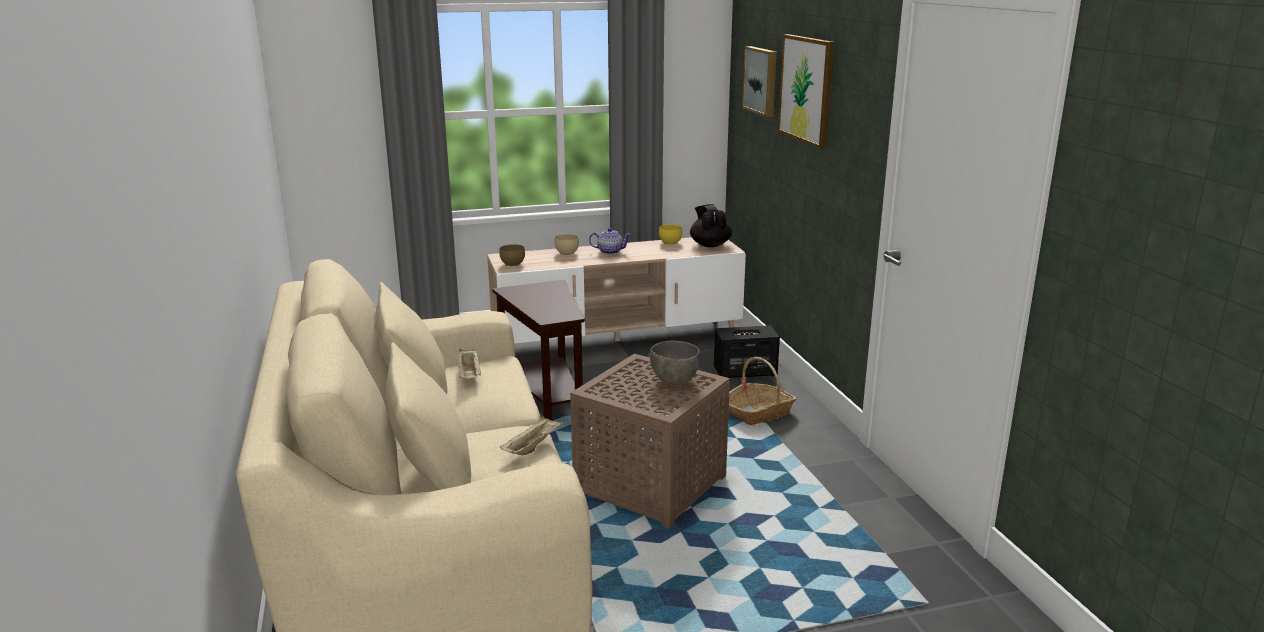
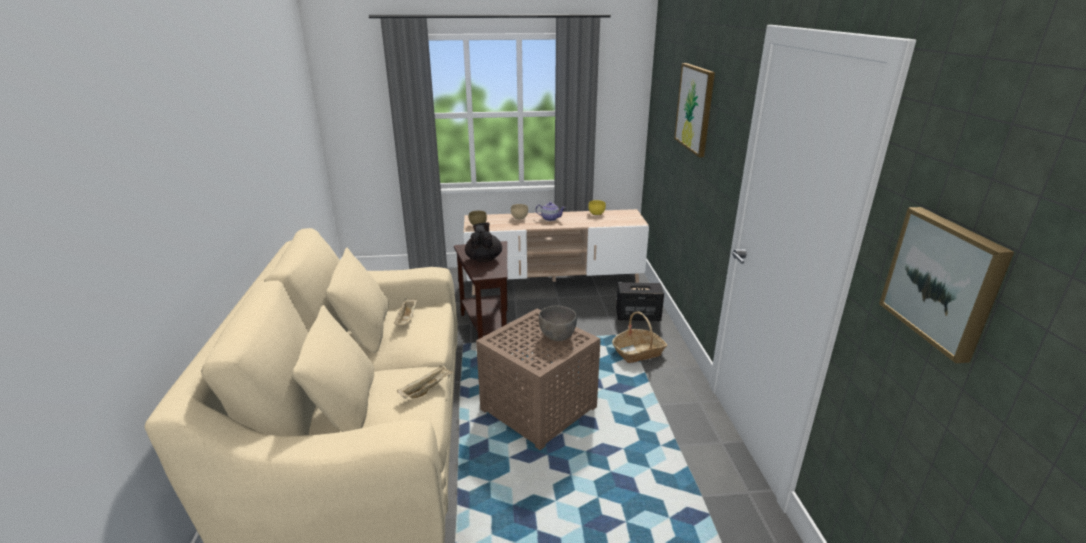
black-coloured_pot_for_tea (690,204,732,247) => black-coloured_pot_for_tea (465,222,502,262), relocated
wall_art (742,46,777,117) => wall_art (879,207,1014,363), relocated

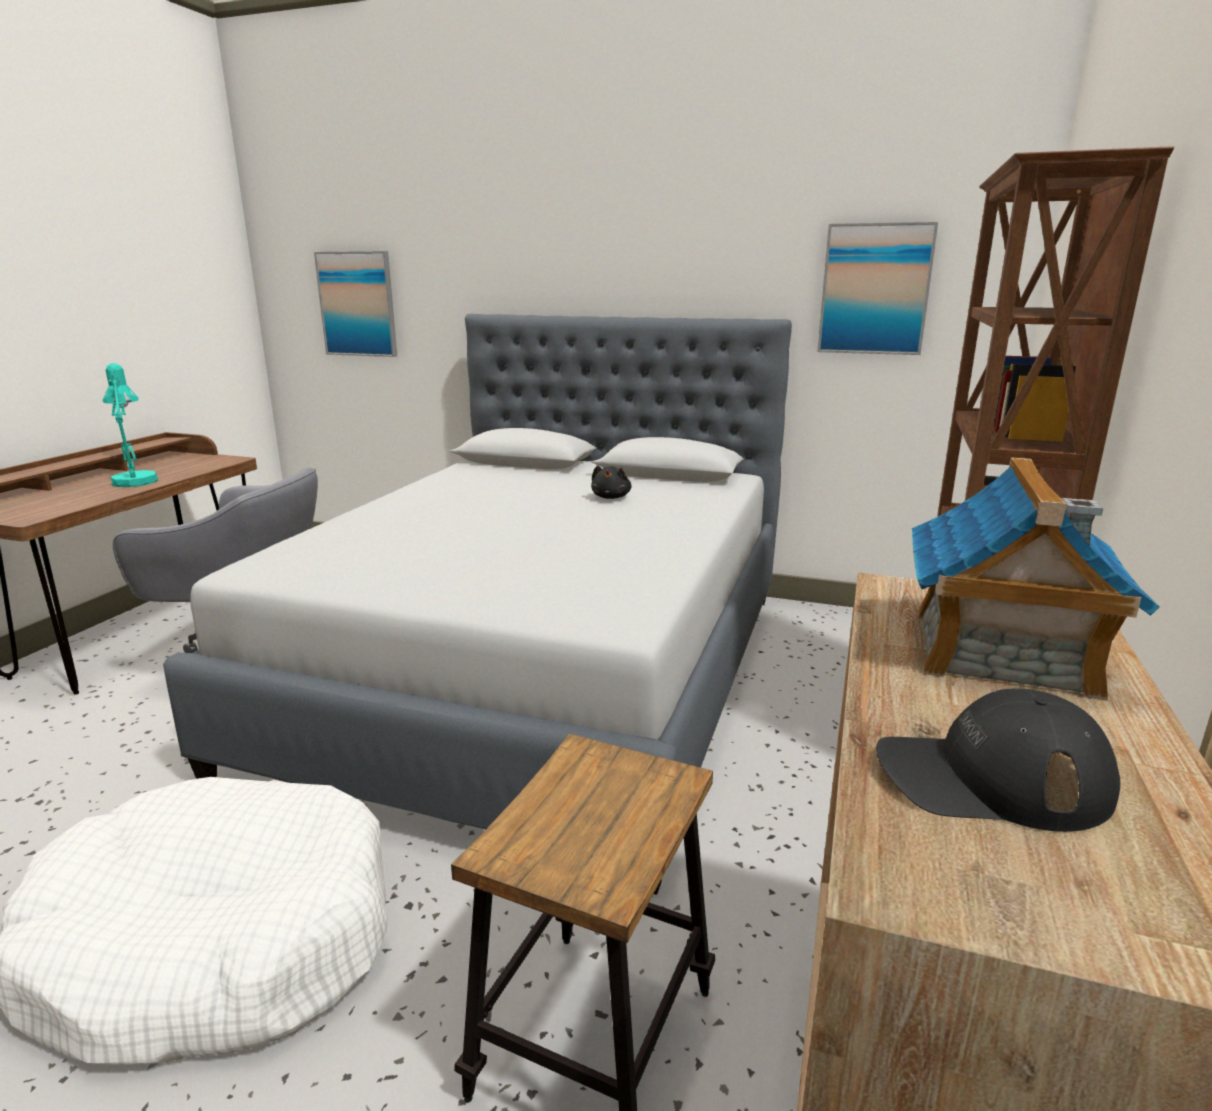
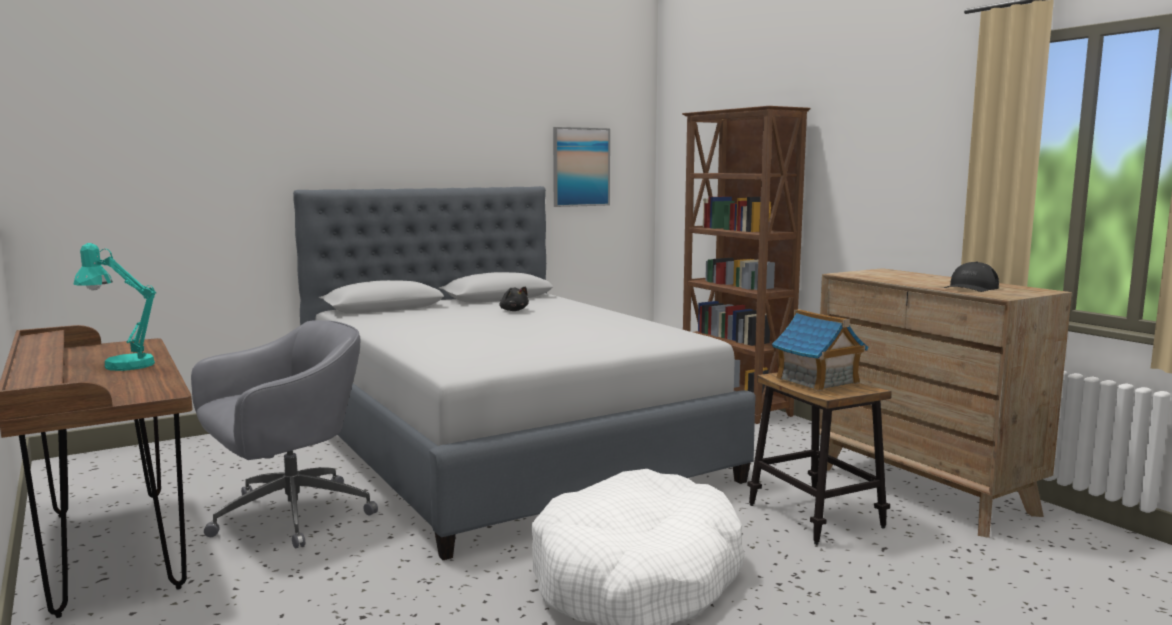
toy_house (912,457,1160,701) => toy_house (772,309,869,391), relocated
wall_art (314,251,397,357) => nothing

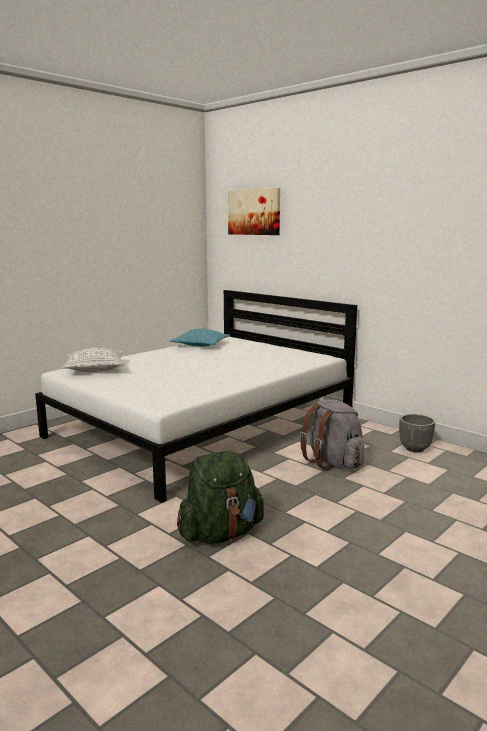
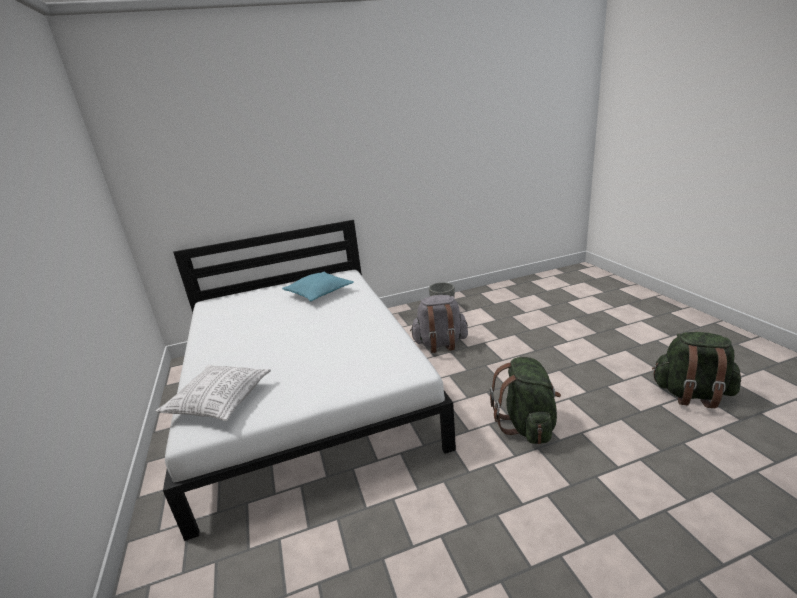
turquoise_pillow (170,328,230,347) => turquoise_pillow (282,271,354,301), relocated
nothing => greenish_knapsack (652,332,741,408)
wall_art (228,188,280,235) => nothing

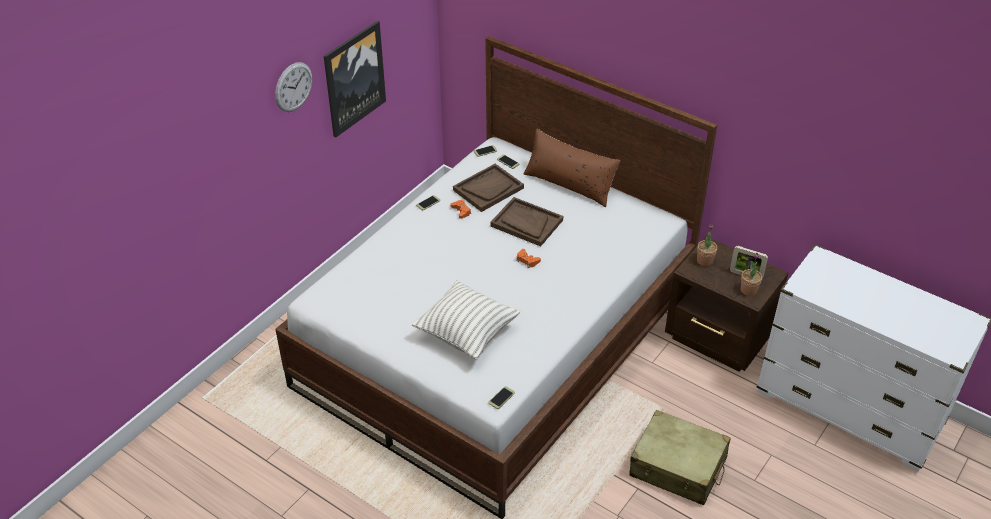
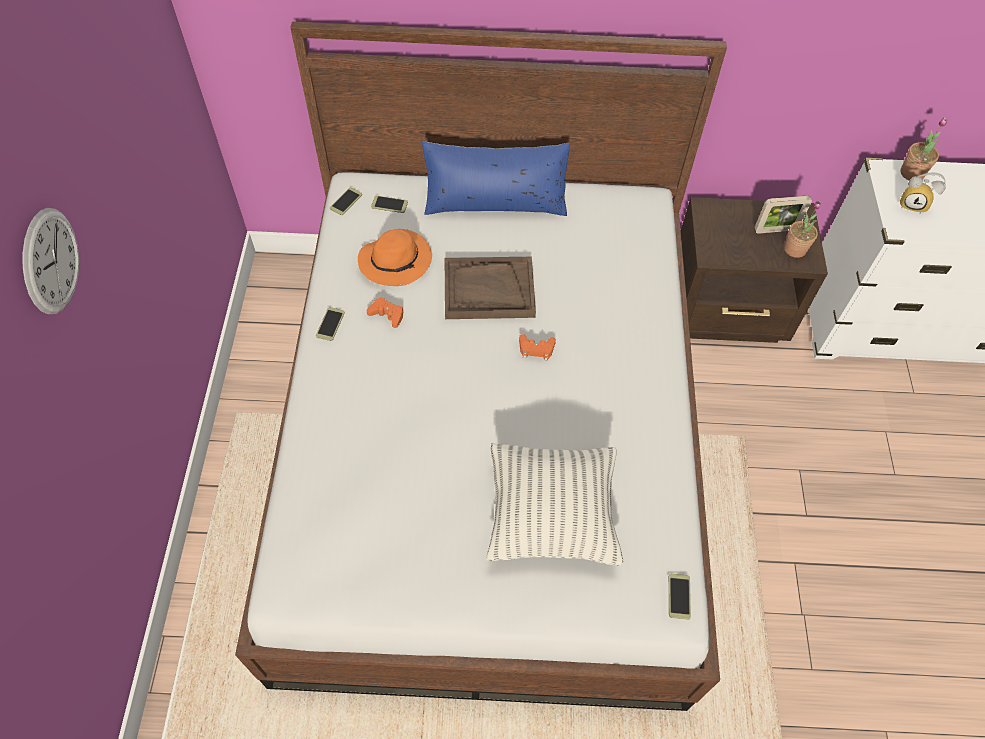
brownish_tray (453,164,524,212) => orange-coloured_clothing_hat (358,229,432,286)
brownish_pillow (524,129,620,207) => blue-coloured_pillow (422,141,570,216)
potted_plant (697,223,717,266) => potted_plant (900,117,947,181), relocated
nothing => alarm_clock (900,173,946,213)
wall_art (324,21,386,138) => nothing
beige-coloured_piece_of_luggage (630,410,730,505) => nothing

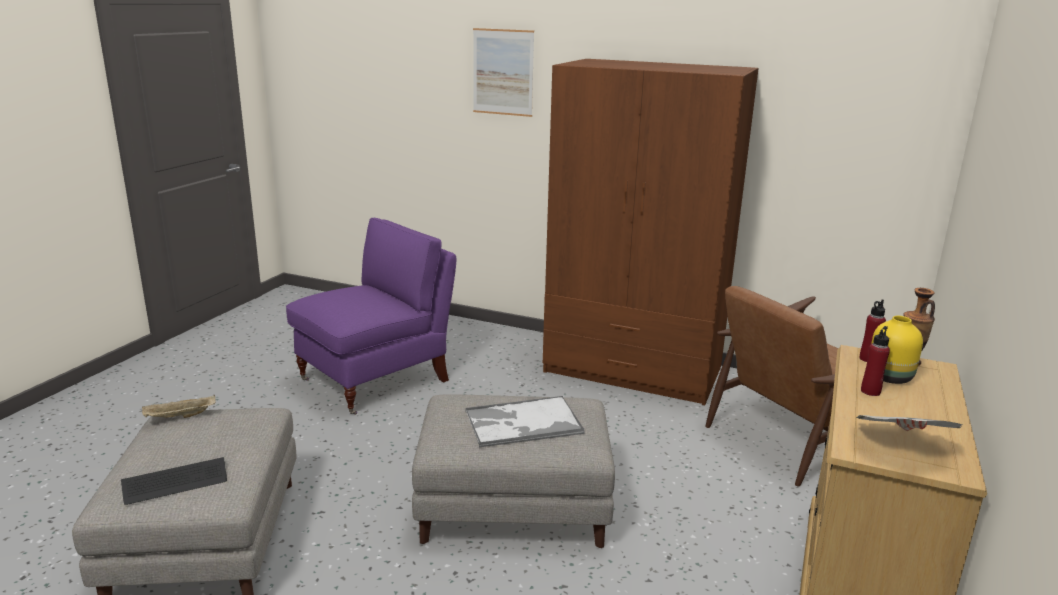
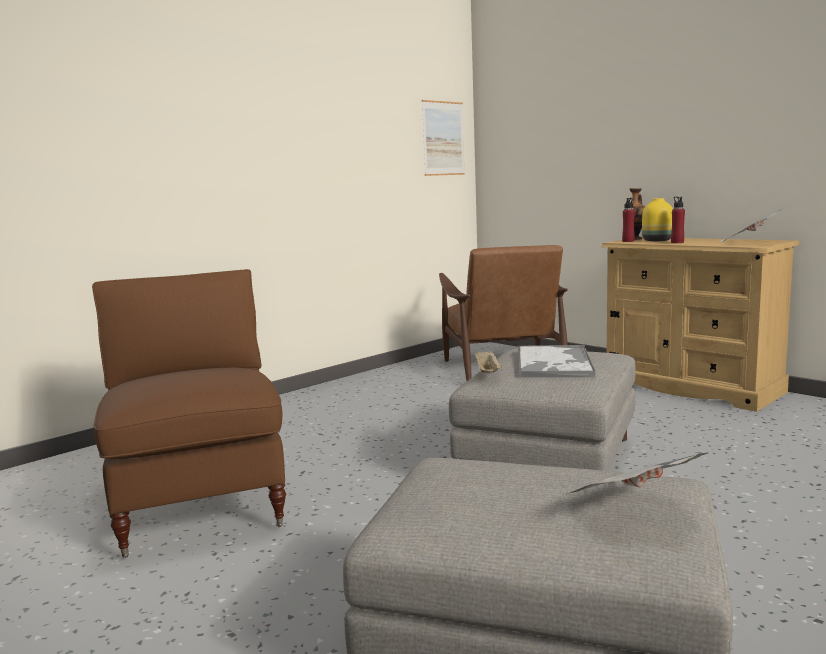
purplish_easy_chair (286,218,456,415) => brownish_easy_chair (92,269,286,558)
wall_art (473,28,534,117) => wall_art (422,100,465,176), relocated
beige-coloured_tray (142,394,216,418) => beige-coloured_tray (475,350,502,373), relocated
PC_keyboard (121,457,227,505) => printed_paper (563,453,708,495)
brownish_wardrobe (543,59,759,405) => nothing

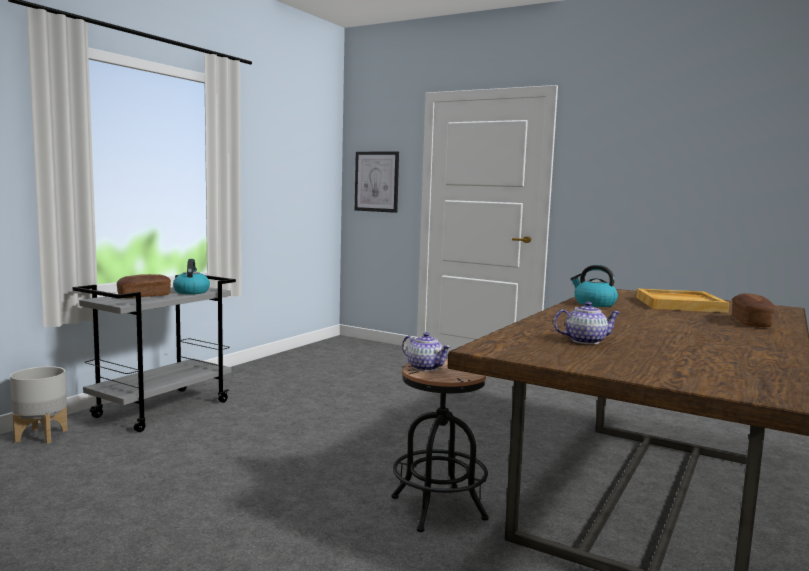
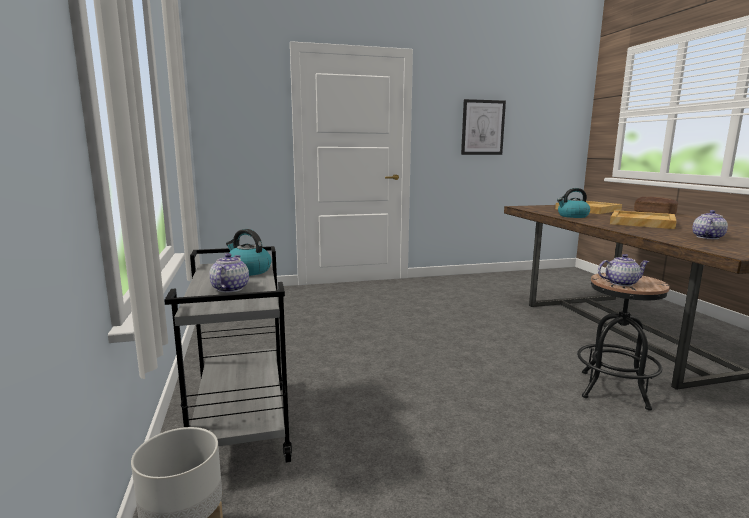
baked_bread (117,274,171,298) => pot_for_tea (209,253,249,292)
wall_art (355,151,399,213) => wall_art (461,99,506,155), relocated
nothing => beige-coloured_tray (610,210,676,229)

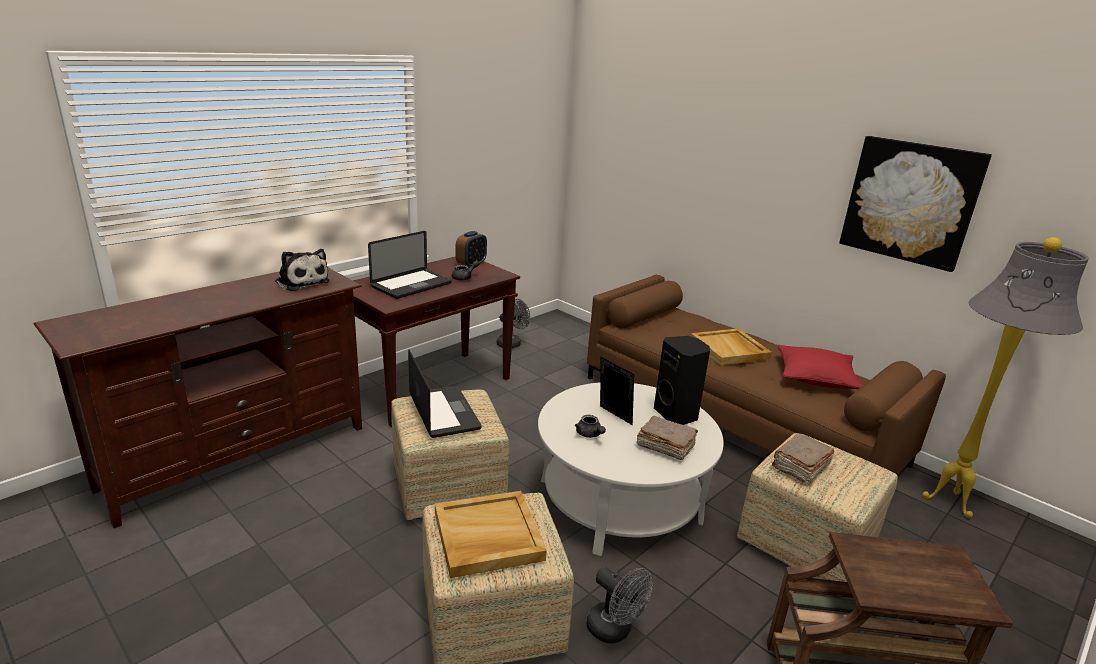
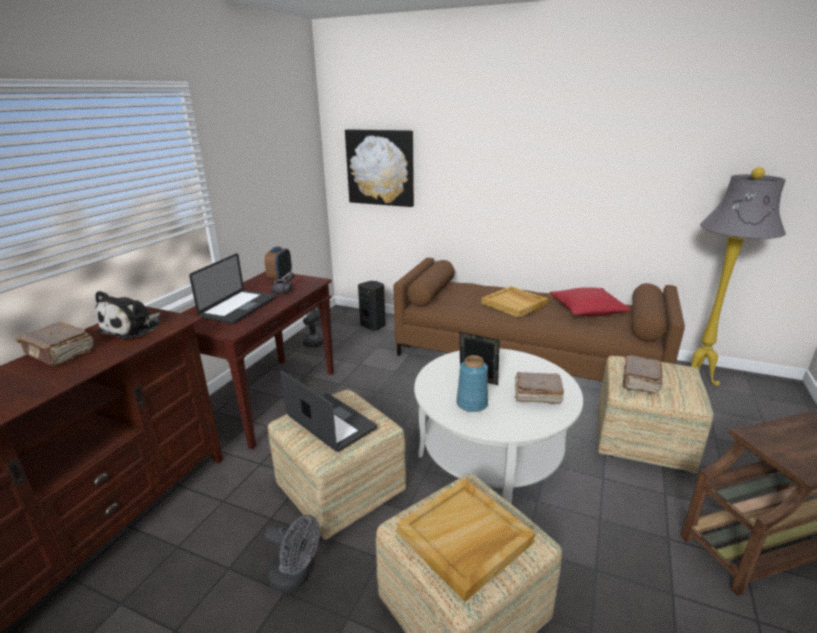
nothing => brownish_book (16,322,93,366)
plush_toy (275,249,330,291) => plush_toy (95,291,161,339), 90 degrees clockwise
gray_cooling_fan (587,567,653,643) => gray_cooling_fan (265,515,320,593), relocated
wall_art (839,136,992,272) => wall_art (345,129,414,207), relocated
black-coloured_audio_speaker (654,336,710,425) => black-coloured_audio_speaker (358,281,386,331), relocated
gray_pot_for_tea (575,415,606,438) => blue-coloured_decorative_vase (456,355,488,412)

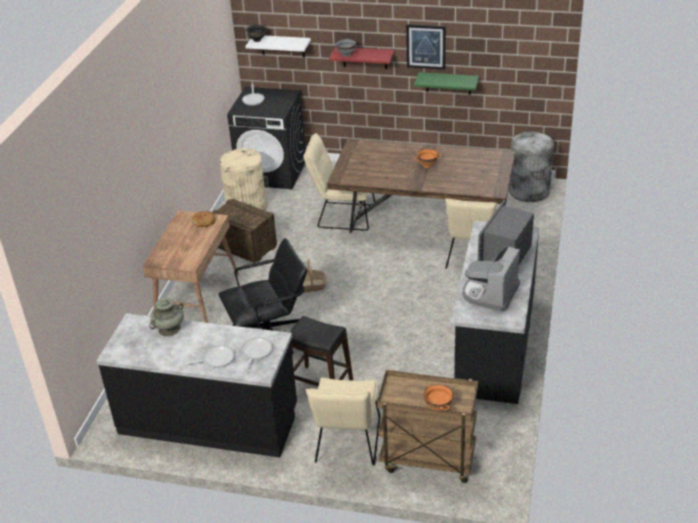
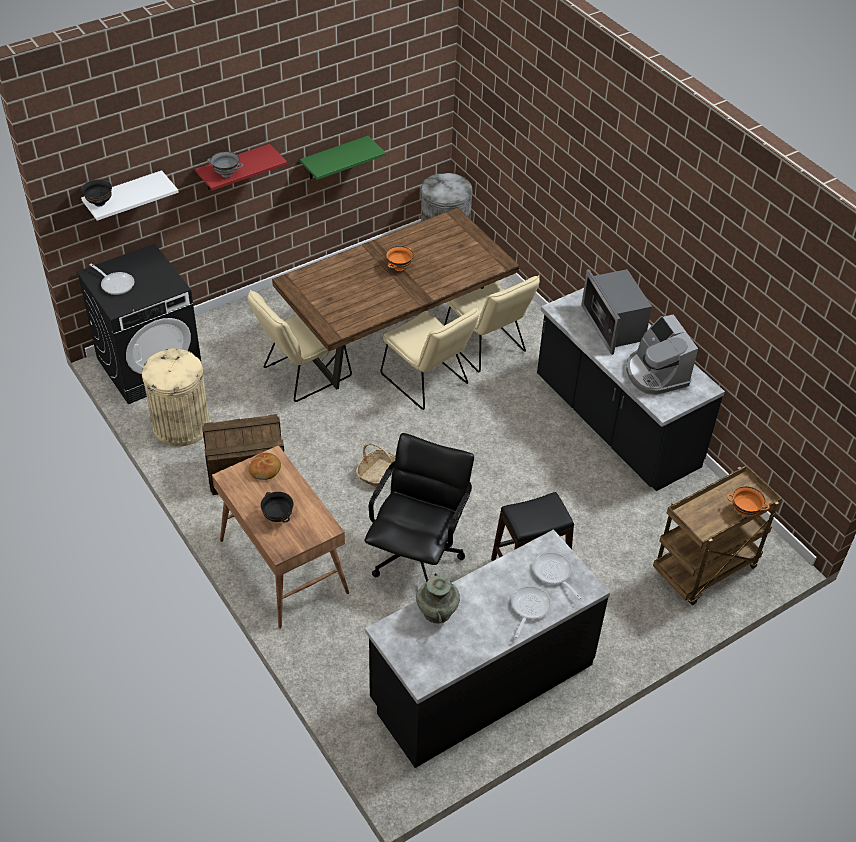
nothing => black-coloured_deep_dish (260,492,294,522)
beige-coloured_chair (306,377,380,465) => beige-coloured_chair (380,307,480,410), relocated
wall_art (406,24,446,70) => nothing

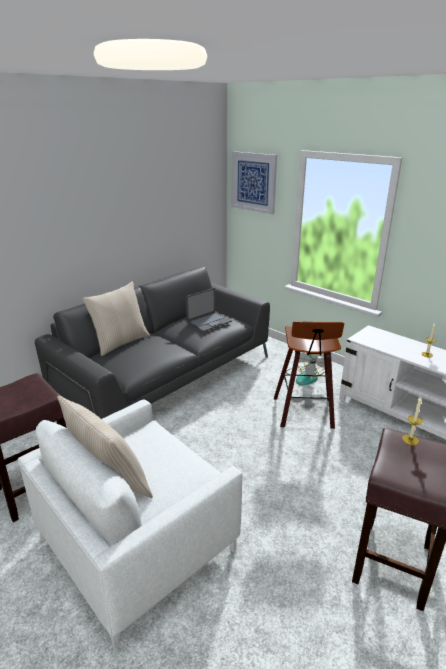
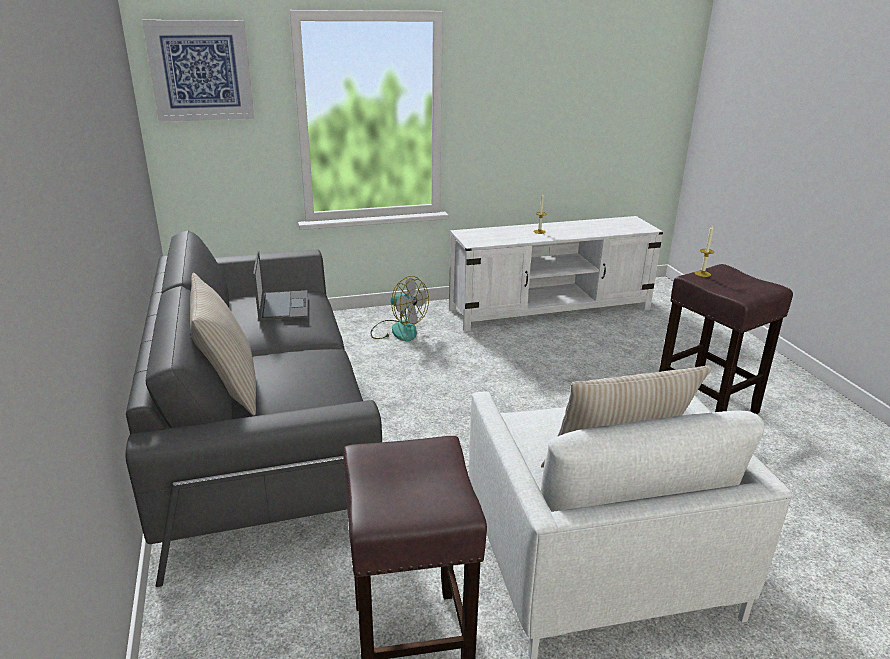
stool_seat (274,321,344,429) => nothing

